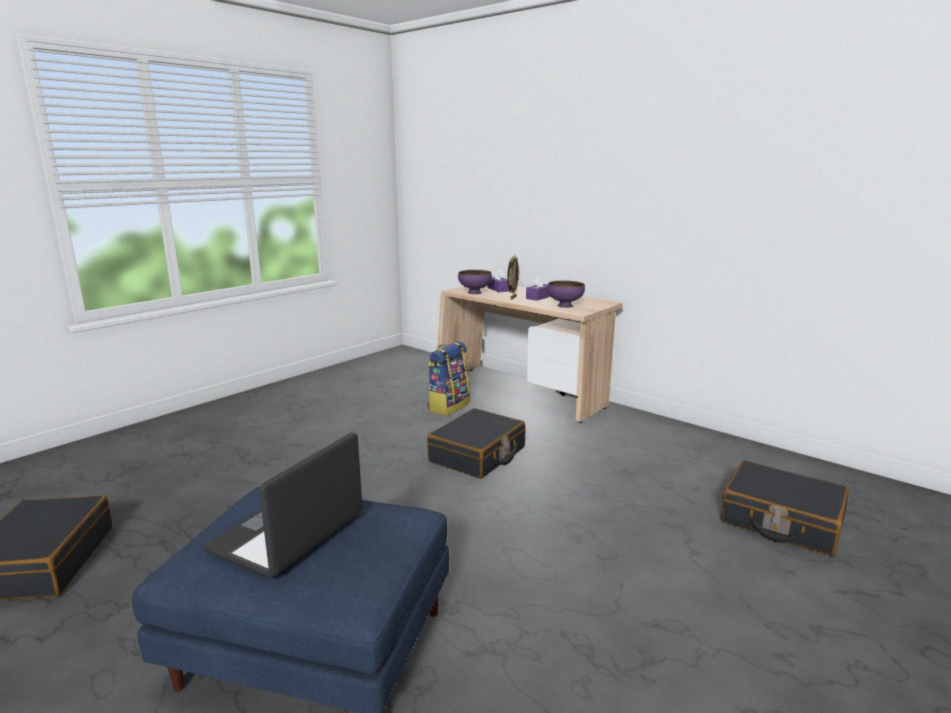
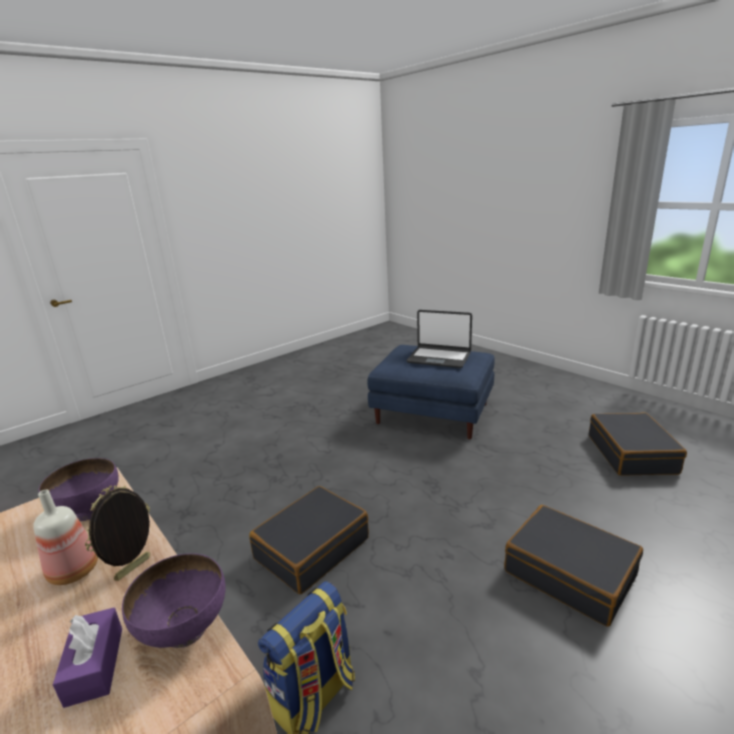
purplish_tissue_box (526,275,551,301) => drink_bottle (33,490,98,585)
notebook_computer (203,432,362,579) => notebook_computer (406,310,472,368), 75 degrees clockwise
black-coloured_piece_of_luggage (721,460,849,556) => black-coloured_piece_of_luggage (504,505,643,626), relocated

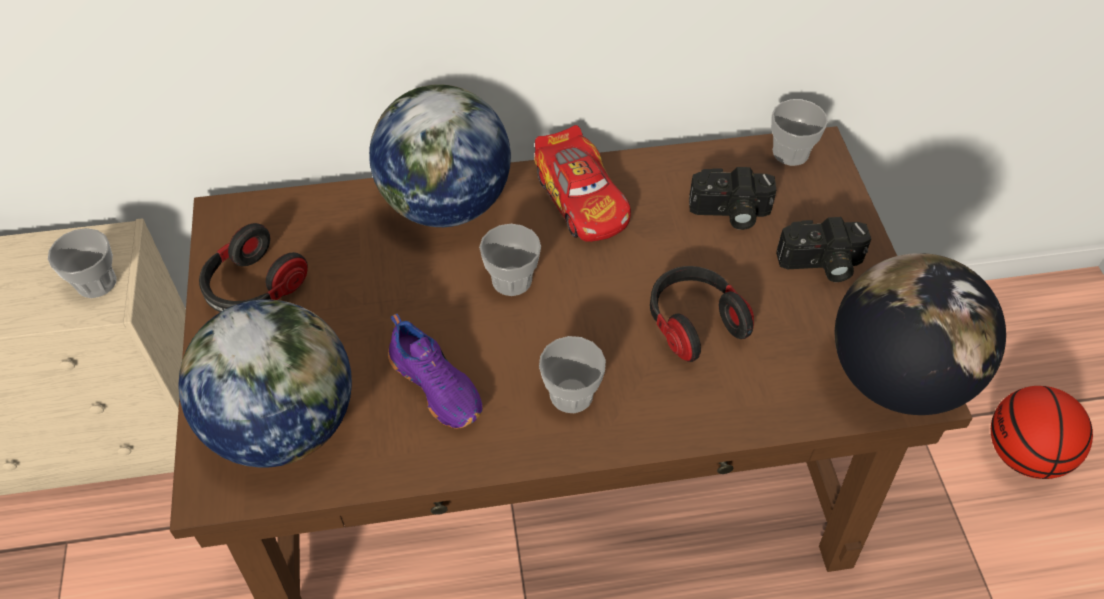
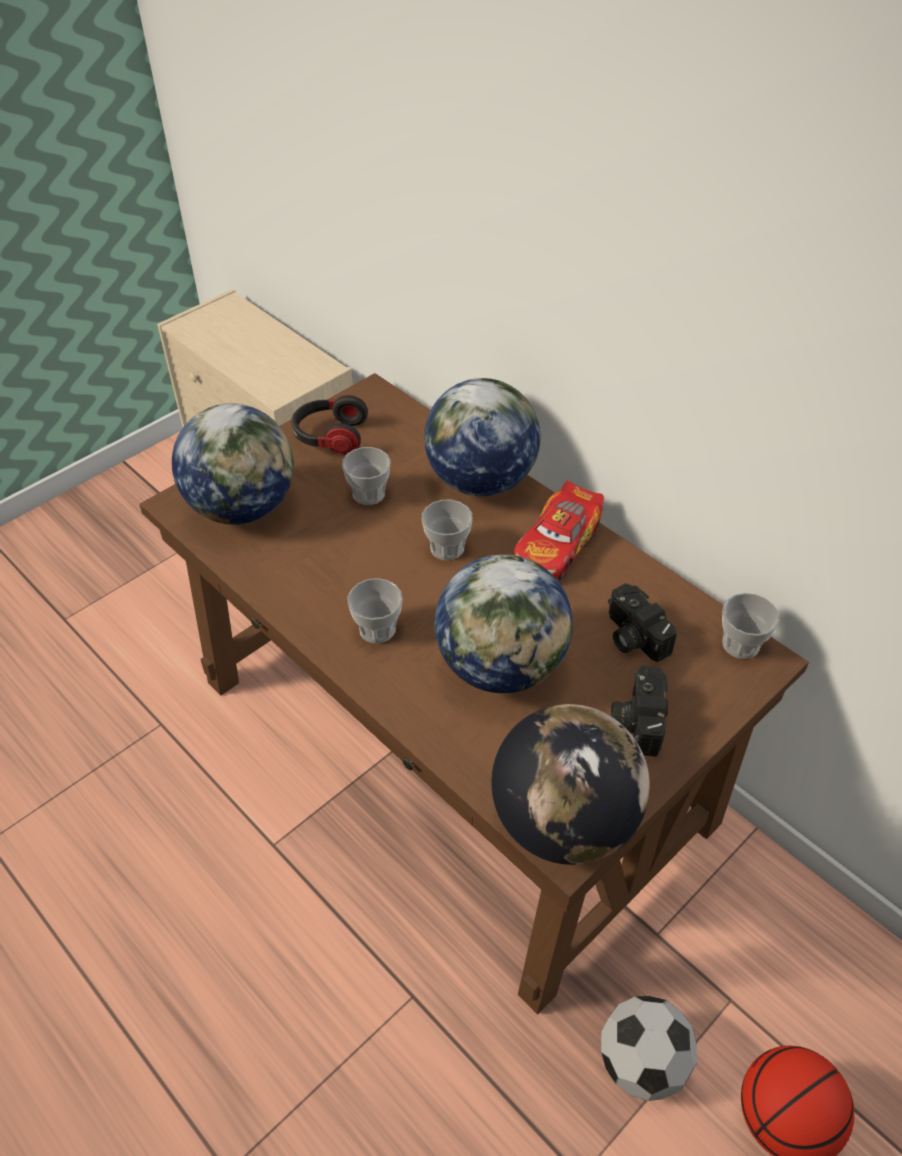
cup (48,228,116,298) => cup (342,447,390,505), relocated
headset (650,266,754,362) => desk_globe (435,554,573,693)
nothing => ball_for_football (601,996,697,1101)
photo_camera (776,217,871,282) => photo_camera (611,666,668,757), 45 degrees clockwise
purplish_shoe (388,314,483,429) => nothing

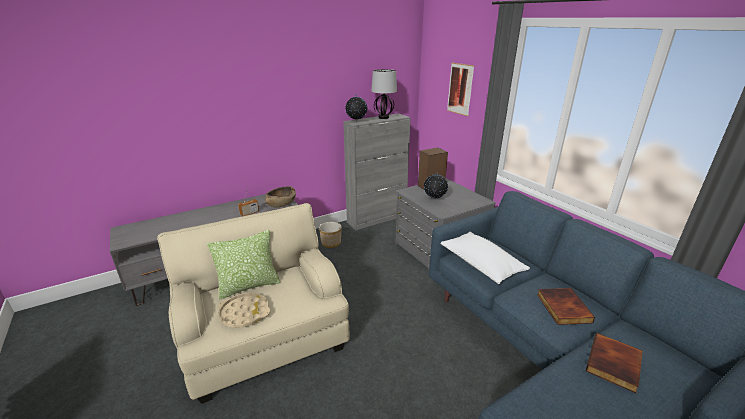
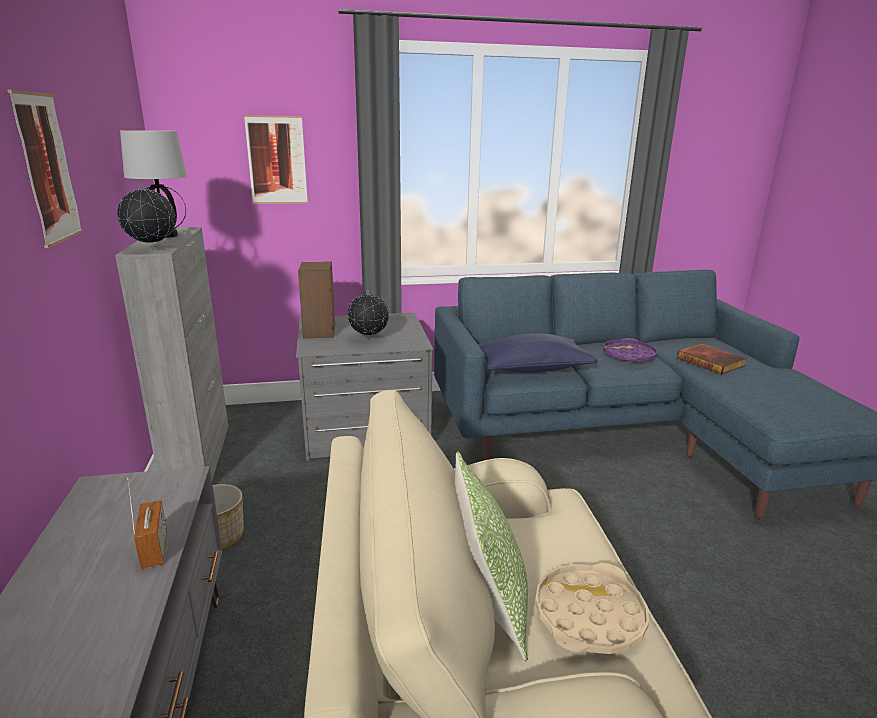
nothing => wall_art (7,90,83,248)
whitish_pillow (440,232,530,284) => blue-coloured_pillow (478,333,597,373)
book (537,288,595,325) => purplish_tray (603,338,658,362)
brownish_deep_dish (265,186,296,208) => nothing

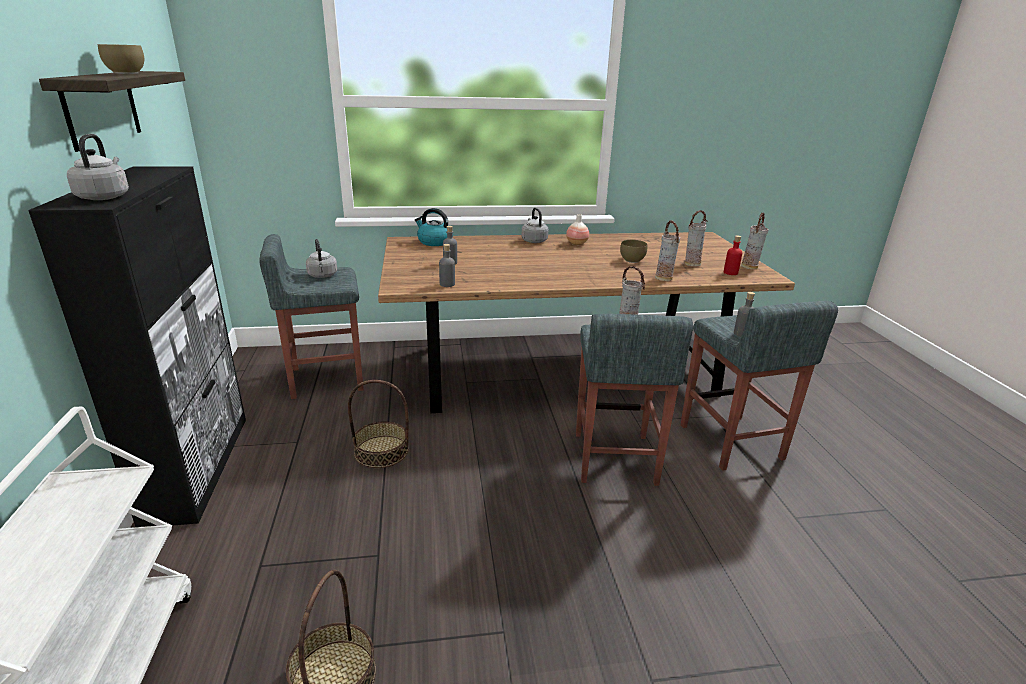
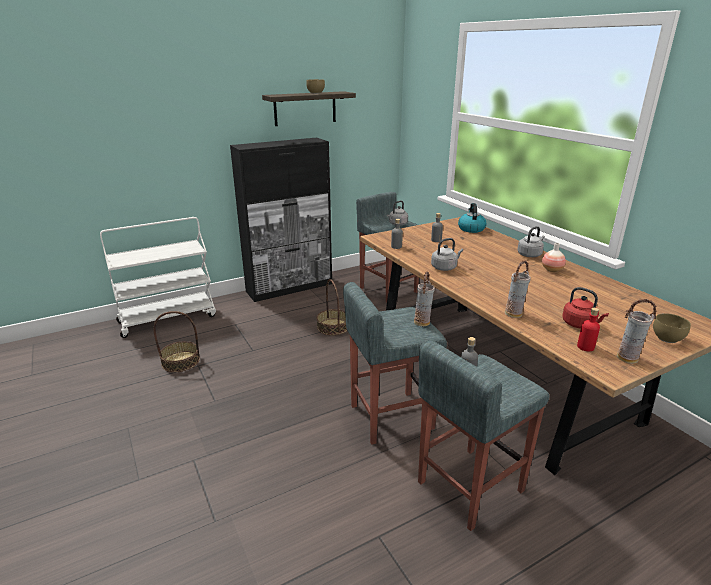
gray_tea_kettle (67,134,129,200) => gray_tea_kettle (431,238,463,271), relocated
decorative_vase (685,210,708,266) => reddish_tea_kettle (562,287,609,329)
brownish_deep_dish (620,240,647,263) => brownish_deep_dish (653,313,691,343), relocated

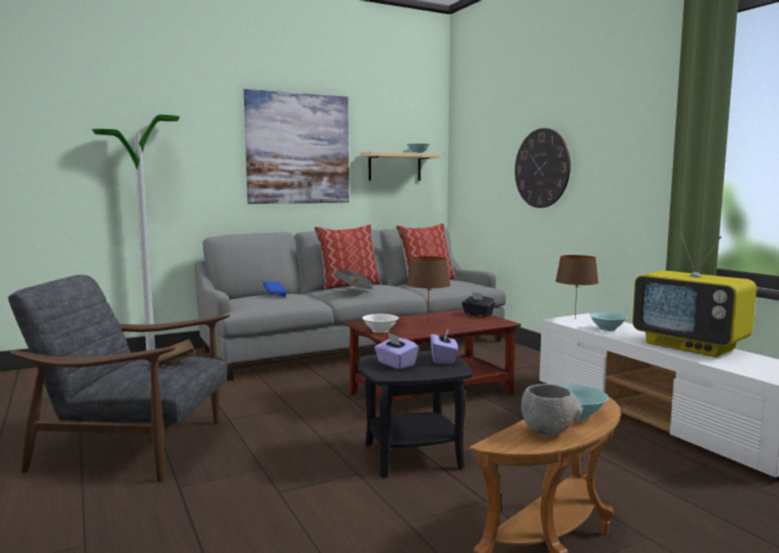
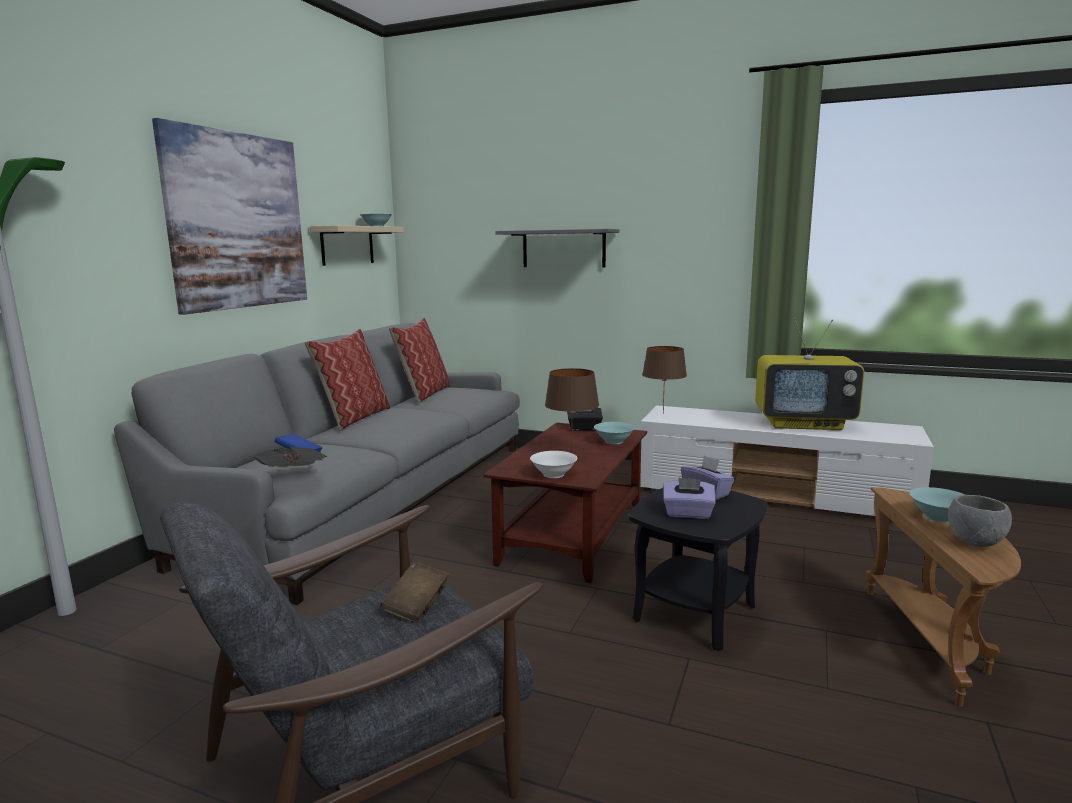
printed_paper (333,270,374,289) => printed_paper (249,447,327,467), relocated
clock_on_the_wall (515,128,571,208) => gray_bracket_shelf (495,229,619,267)
turquoise_deep_dish (590,313,627,331) => turquoise_deep_dish (594,422,635,444), relocated

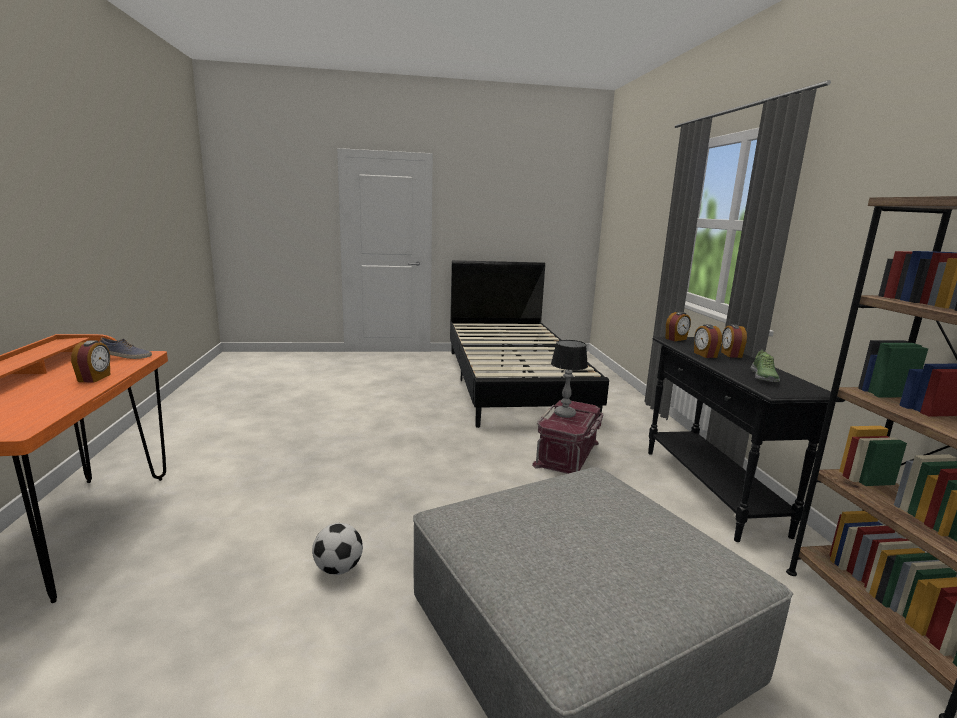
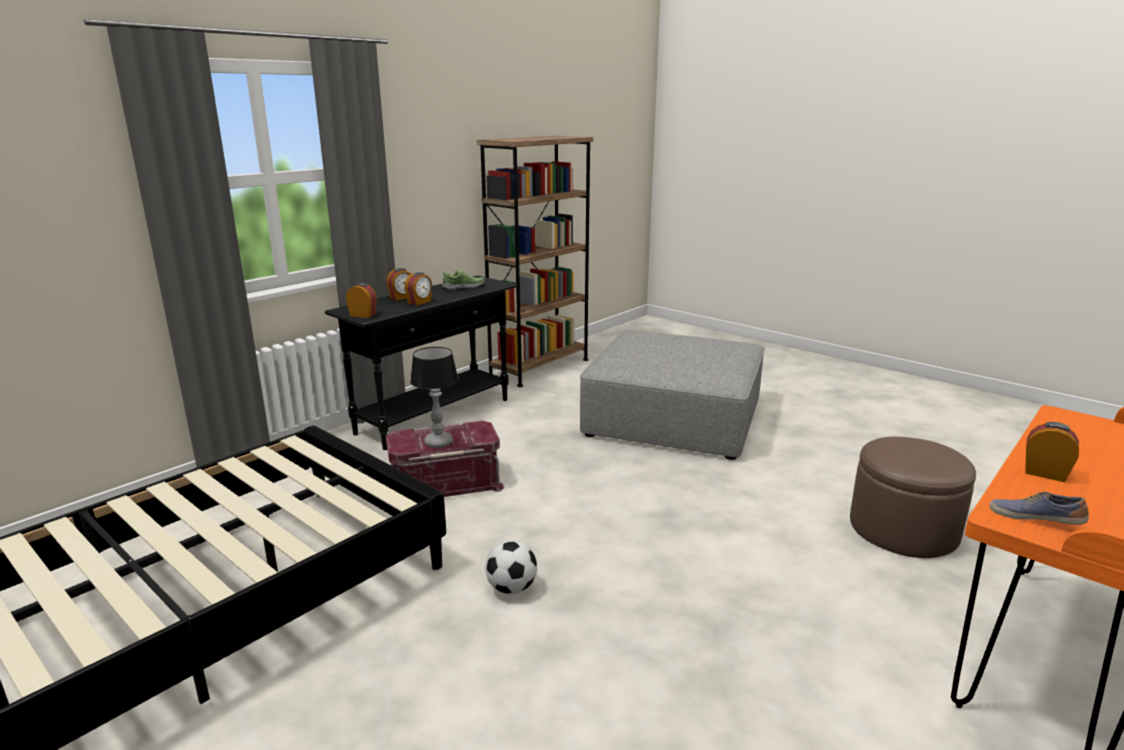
ball_for_football (312,523,363,575) => ball_for_football (485,540,537,594), relocated
nothing => brownish_footrest (850,437,976,558)
alarm_clock (71,340,110,383) => alarm_clock (1025,422,1079,482), 75 degrees clockwise

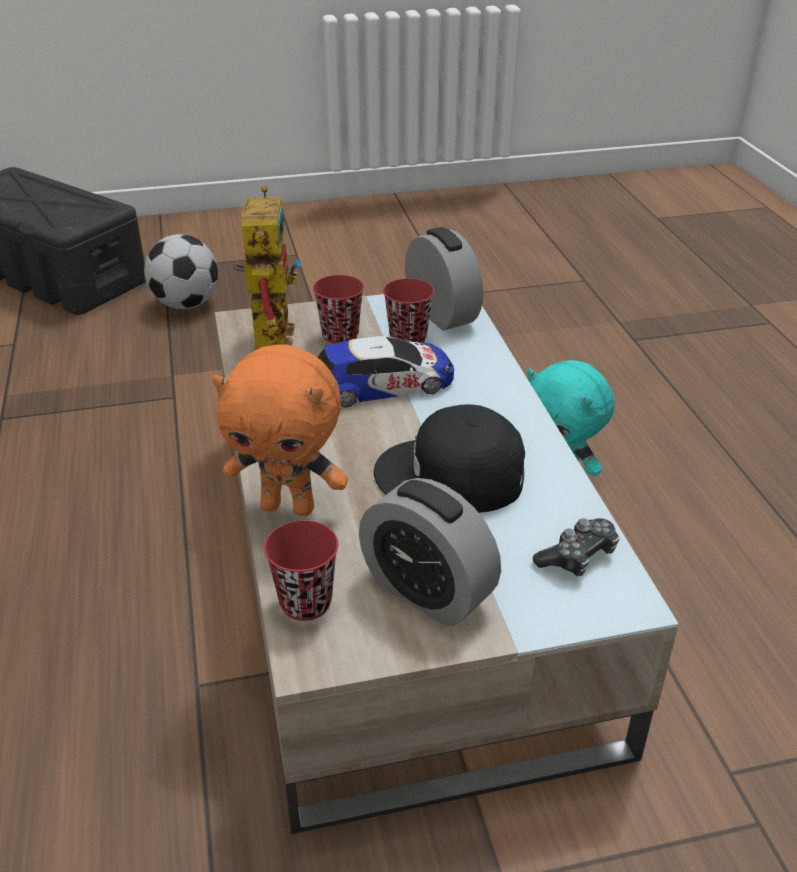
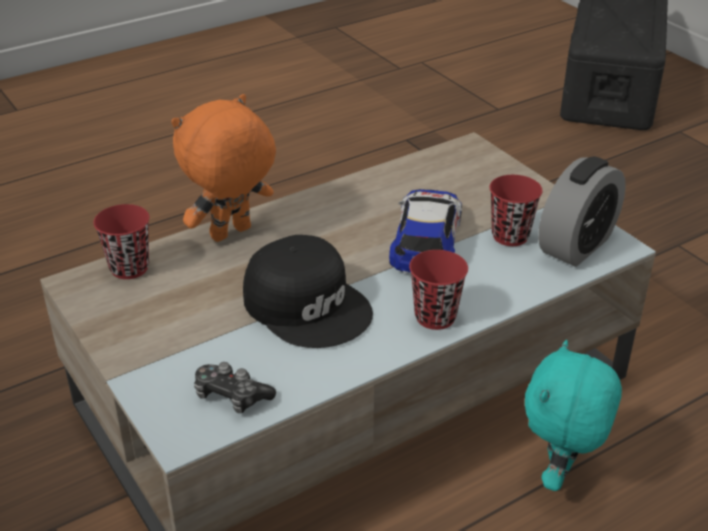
orange-coloured_plush_toy (212,344,348,516) => orange-coloured_plush_toy (171,94,276,242), 60 degrees clockwise
black-coloured_baseball_cap (374,404,525,513) => black-coloured_baseball_cap (243,235,373,348), 150 degrees clockwise
miniature_car (317,336,454,408) => miniature_car (389,189,462,273), 135 degrees counterclockwise
reddish_cup (313,275,364,344) => reddish_cup (409,250,468,330), relocated
ball_for_football (144,234,218,309) => nothing
model_robot (233,185,302,350) => nothing
alarm_clock (359,478,501,626) => nothing

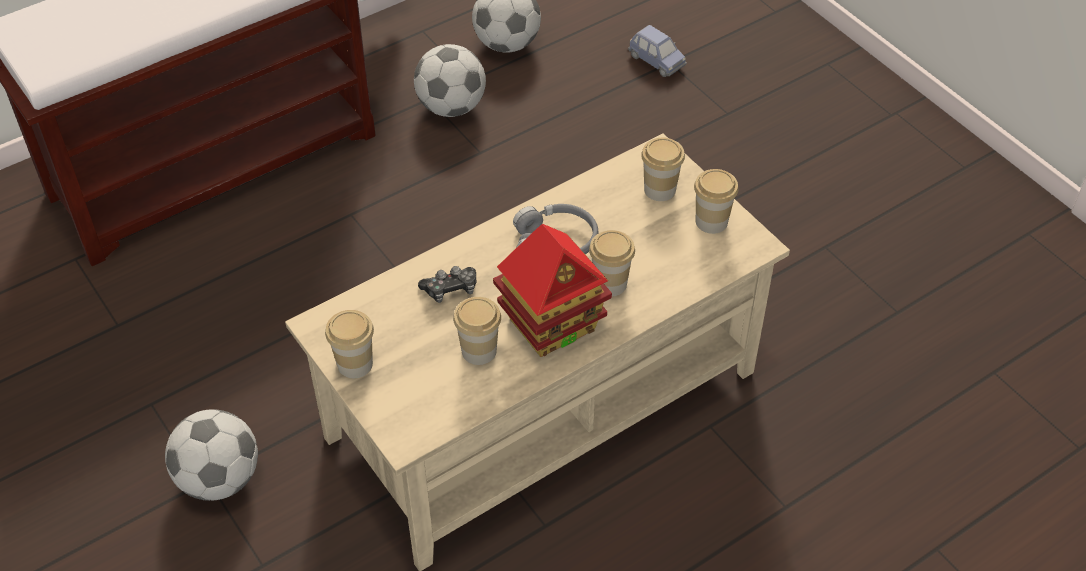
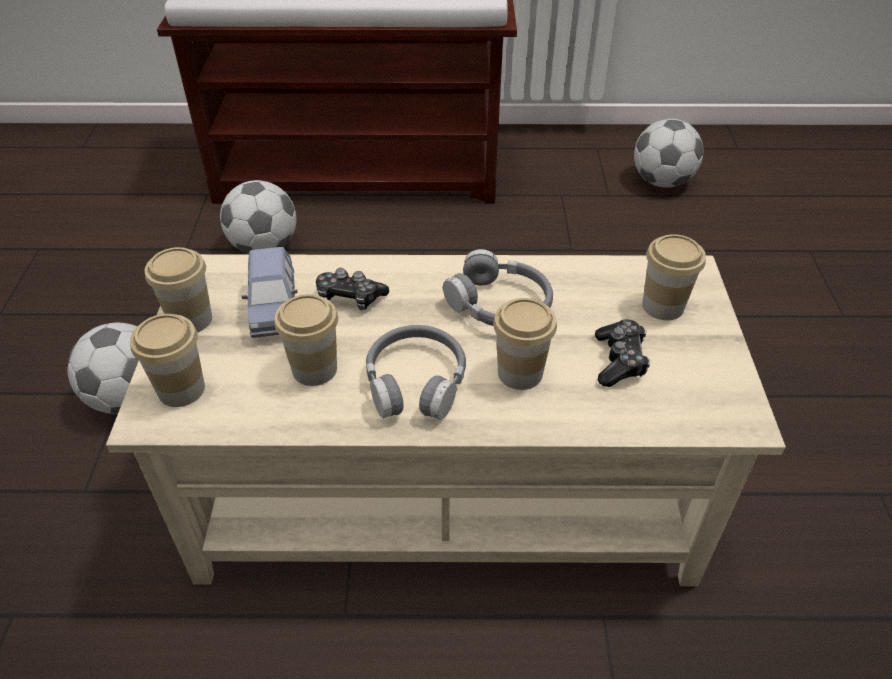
cup (694,169,738,234) => cup (130,314,205,407), relocated
ball_for_football (414,44,486,117) => ball_for_football (220,180,296,254), relocated
blue-coloured_miniature_car (628,25,687,77) => blue-coloured_miniature_car (241,247,298,338), relocated
toy_house (493,224,612,357) => gray_headset (366,325,466,420)
nothing => gamepad (595,319,651,387)

